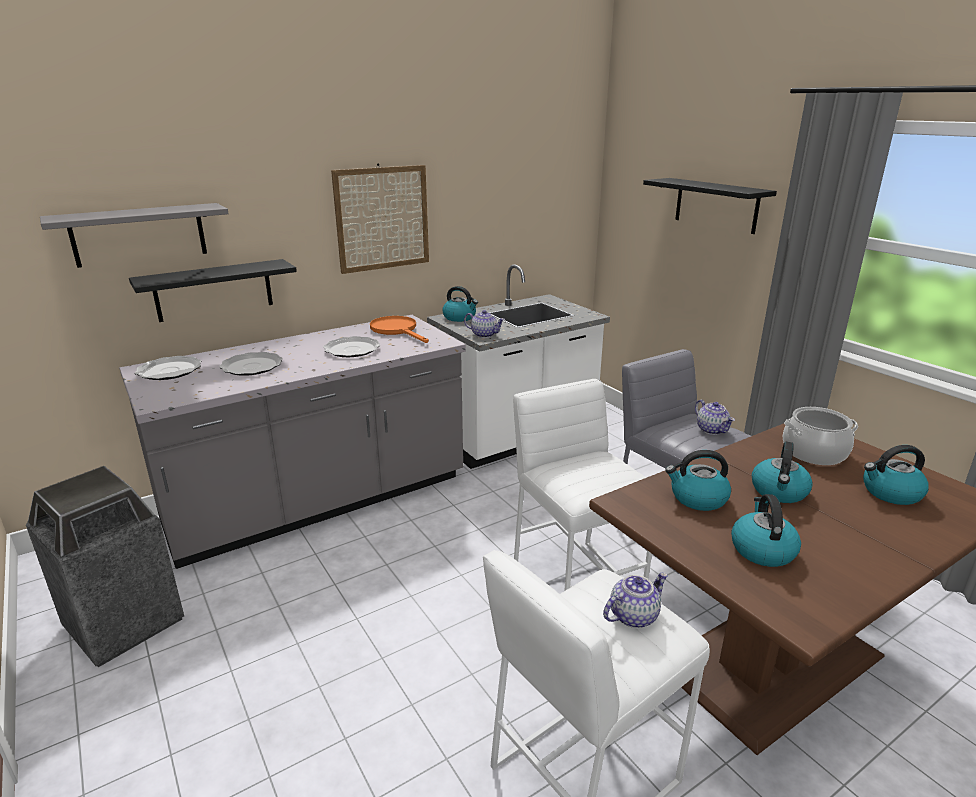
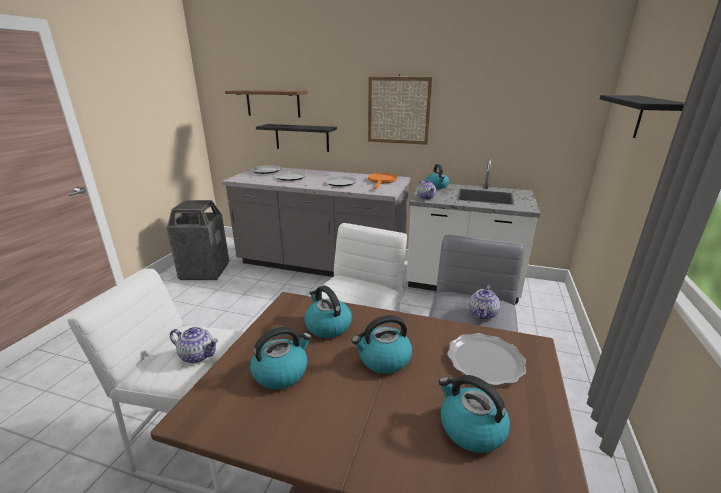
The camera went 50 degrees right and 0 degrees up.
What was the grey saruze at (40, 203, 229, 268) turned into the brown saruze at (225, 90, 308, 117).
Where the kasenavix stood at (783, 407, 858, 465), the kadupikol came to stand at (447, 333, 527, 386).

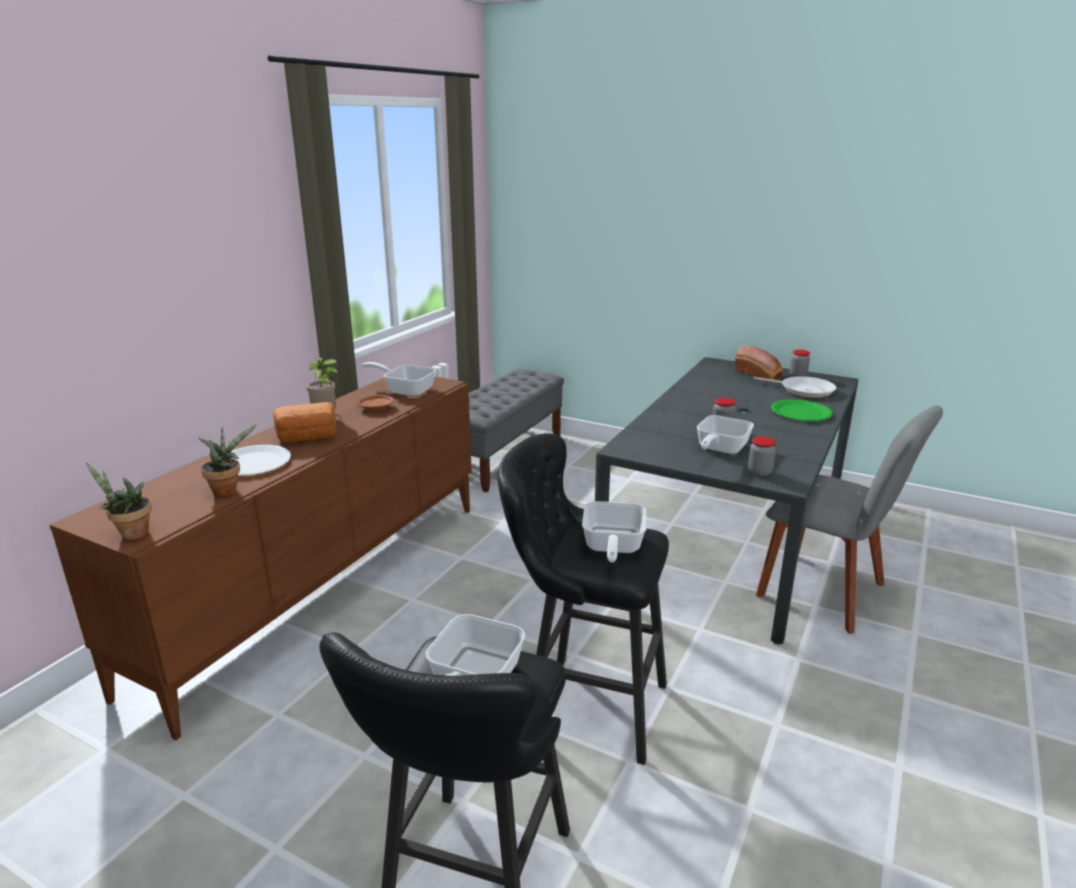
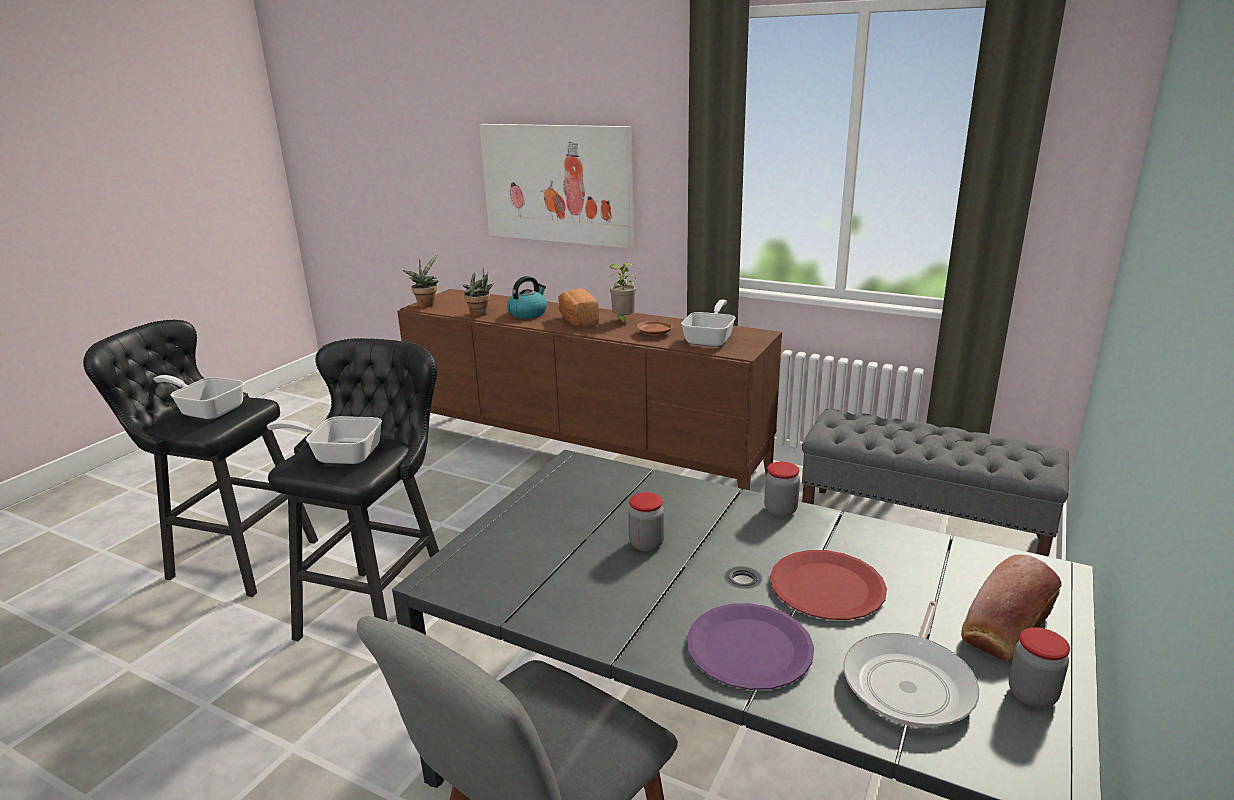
The camera went 90 degrees right and 0 degrees up.
What was the green kadupikol at (771, 400, 833, 421) turned into the purple kadupikol at (687, 603, 814, 690).
The second view lost the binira at (697, 415, 754, 454).
The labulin ended up elsewhere, having gone from (748, 436, 776, 476) to (764, 462, 800, 517).
Where the white kadupikol stood at (230, 445, 291, 476), the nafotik came to stand at (507, 276, 547, 319).
The second view gained the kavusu at (479, 124, 634, 248).
The second view gained the red kadupikol at (770, 550, 887, 620).

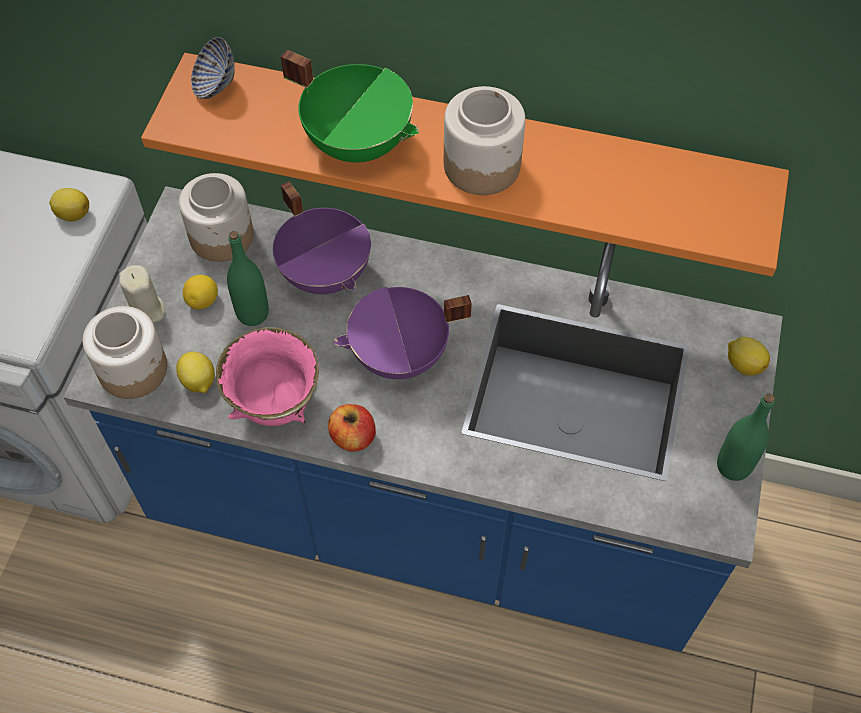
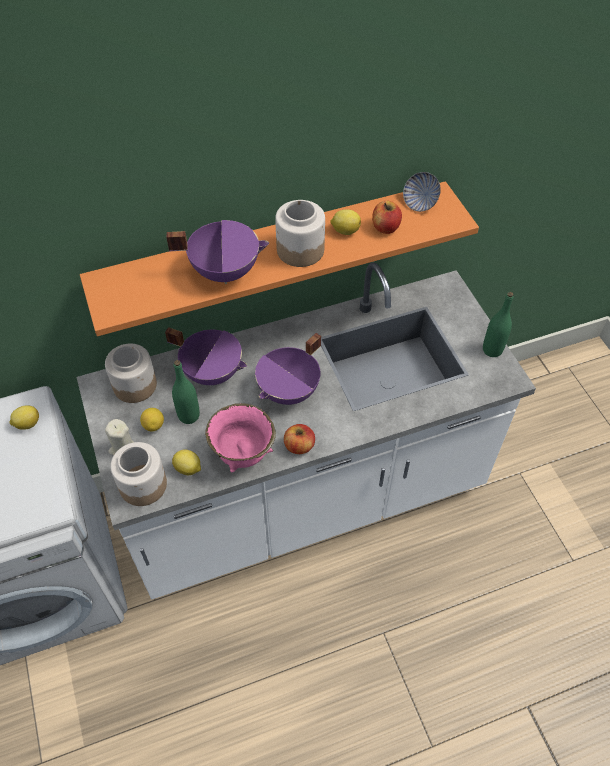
The camera went 35 degrees left and 5 degrees down.
The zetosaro ended up elsewhere, having gone from (191, 37, 235, 99) to (403, 172, 441, 212).
What was the green kasenavix at (281, 49, 419, 162) turned into the purple kasenavix at (166, 220, 269, 284).
What was the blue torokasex at (63, 186, 783, 652) turned into the white torokasex at (77, 262, 536, 599).
The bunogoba ended up elsewhere, having gone from (728, 337, 770, 376) to (330, 209, 361, 235).
The second view gained the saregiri at (372, 201, 402, 234).

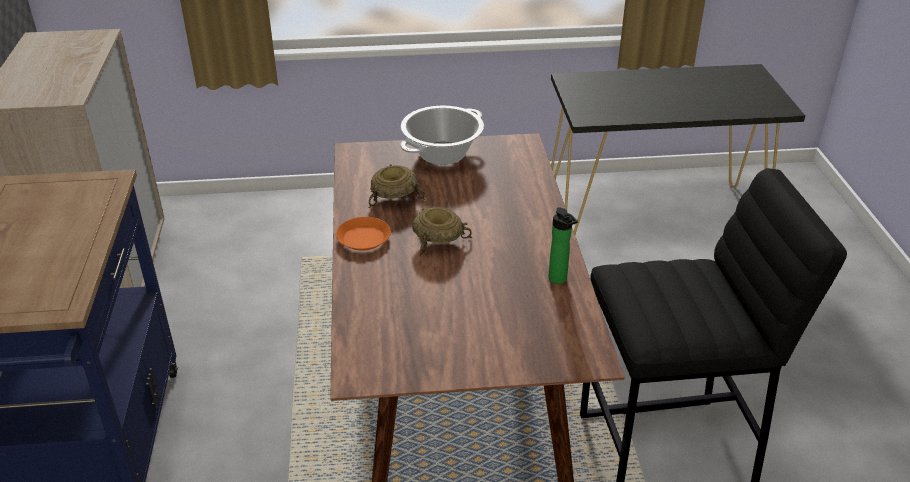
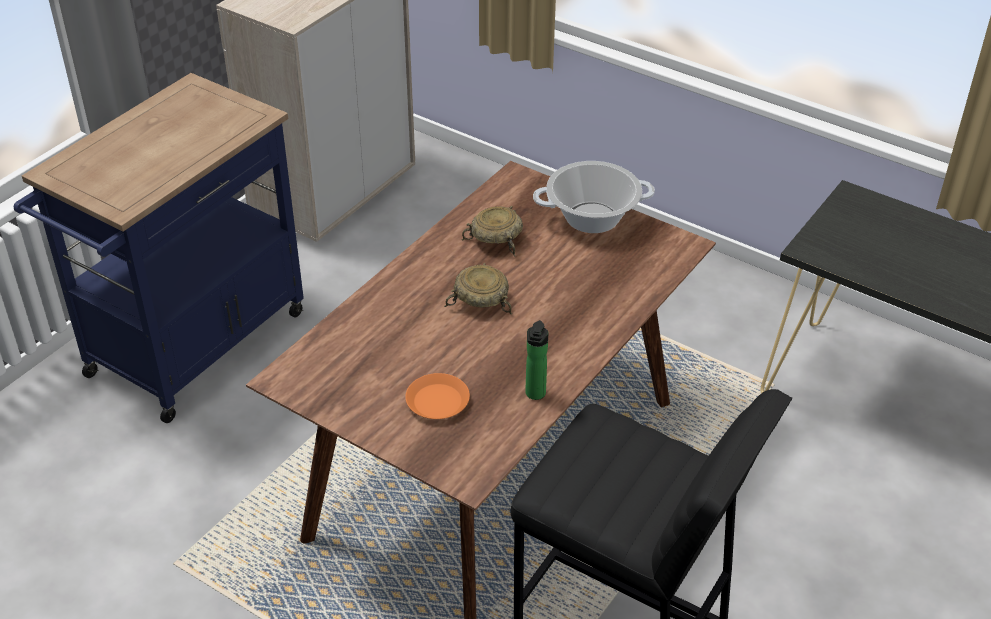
The camera went 40 degrees right and 5 degrees up.
The orange kadupikol ended up elsewhere, having gone from (336, 217, 391, 251) to (405, 373, 470, 419).

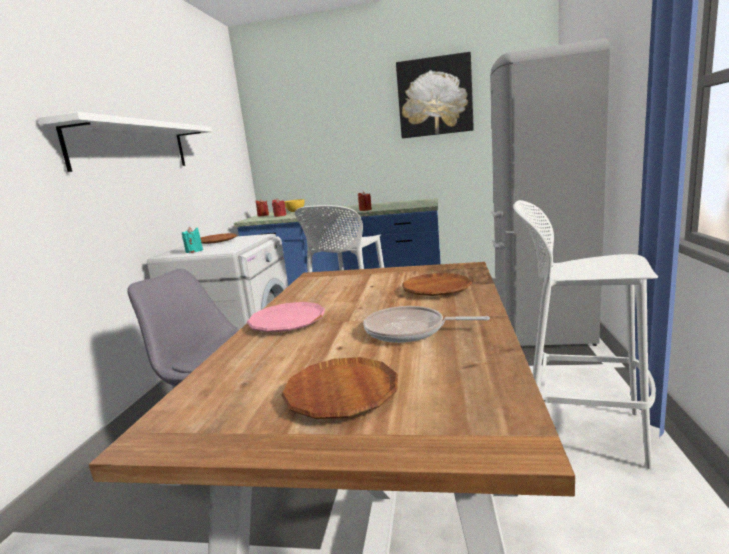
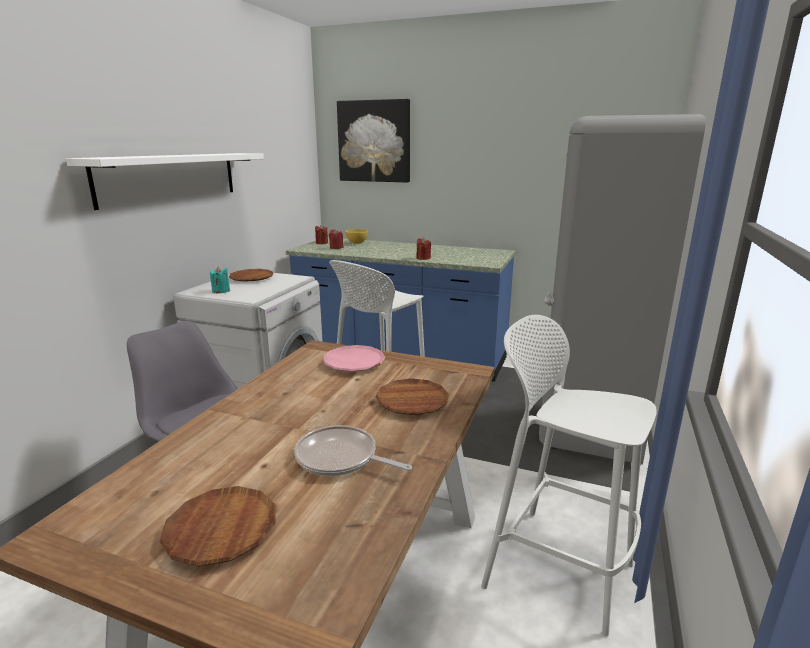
The camera went 10 degrees right and 5 degrees up.
The kavusu ended up elsewhere, having gone from (396, 52, 474, 138) to (337, 99, 410, 183).
The pink kadupikol ended up elsewhere, having gone from (247, 302, 325, 332) to (323, 345, 385, 372).

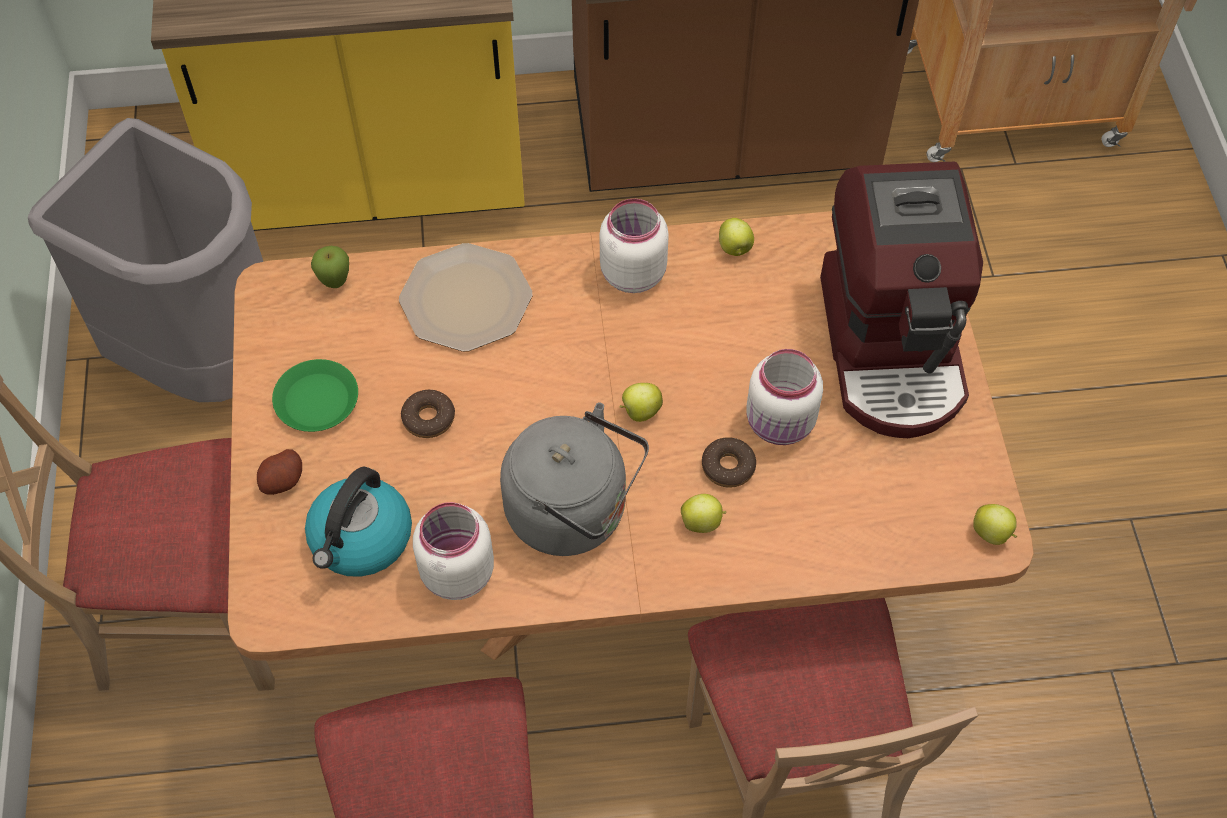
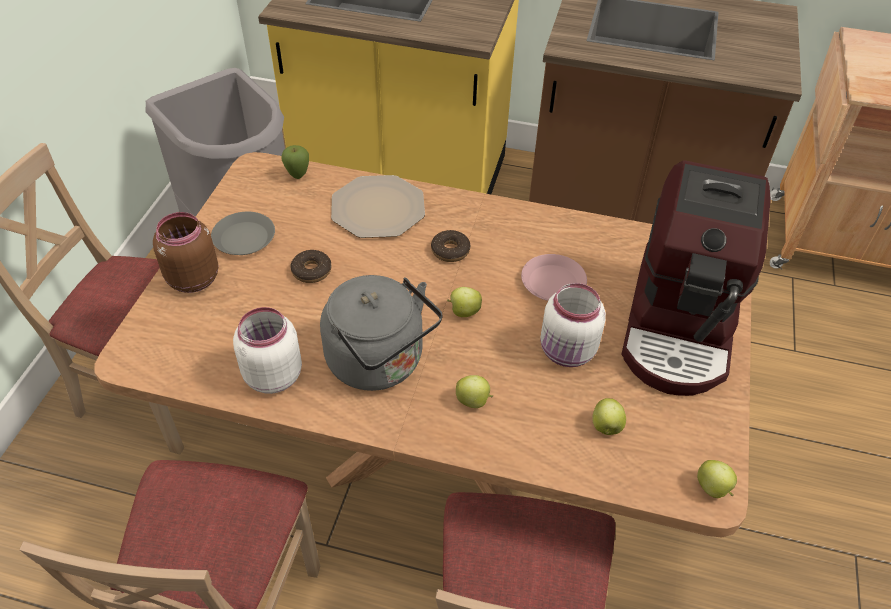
The camera went 20 degrees right and 10 degrees down.
The second view lost the white labulin at (600, 199, 669, 293).
The saregiri ended up elsewhere, having gone from (719, 218, 754, 256) to (592, 398, 626, 435).
What was the green kadupikol at (272, 359, 358, 432) turned into the grey kadupikol at (211, 212, 275, 255).
The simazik ended up elsewhere, having gone from (702, 437, 756, 487) to (431, 230, 470, 262).
Where the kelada stood at (257, 449, 302, 495), the brown labulin came to stand at (153, 212, 219, 293).
The second view lost the nafotik at (305, 467, 412, 577).
The second view gained the pink kadupikol at (521, 254, 587, 301).

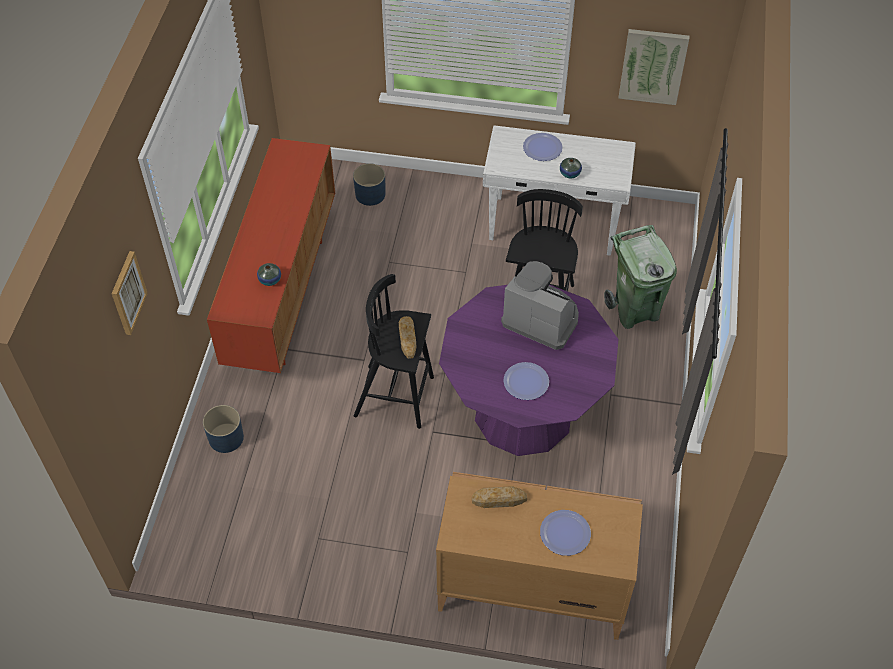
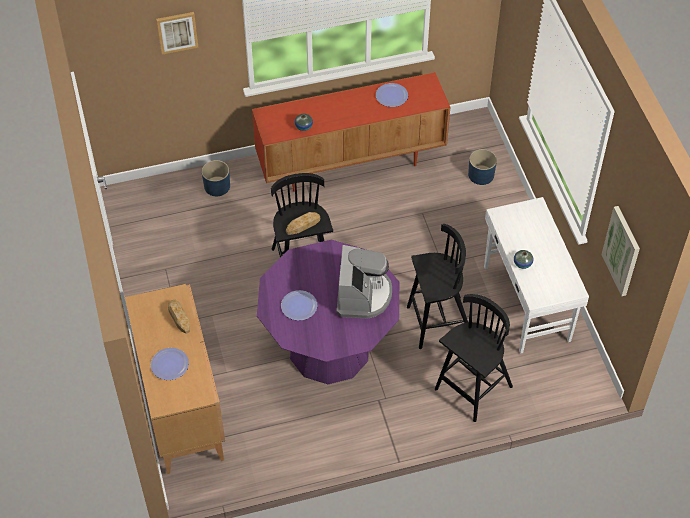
The camera went 65 degrees right and 0 degrees up.
The kadupikol ended up elsewhere, having gone from (523, 133, 563, 161) to (376, 83, 408, 107).
Where the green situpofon stood at (604, 225, 677, 329), the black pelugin came to stand at (435, 294, 513, 422).

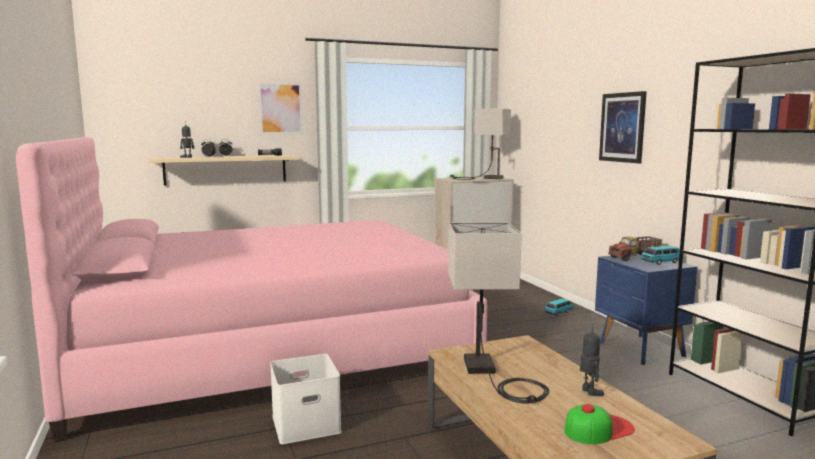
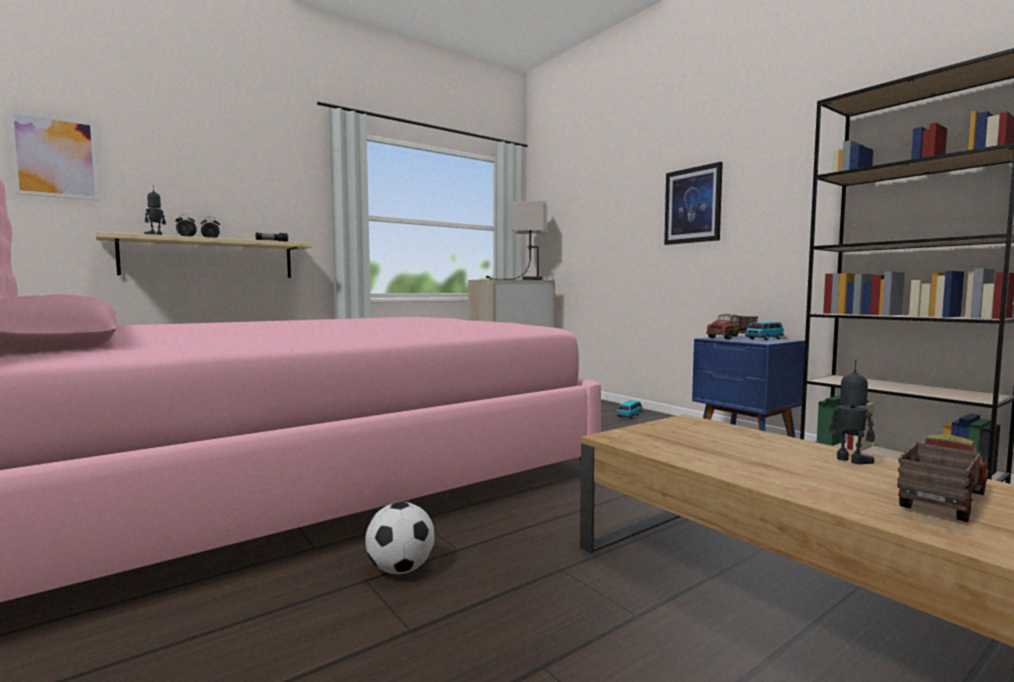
The camera went 15 degrees left and 5 degrees down.
The kavusu ended up elsewhere, having gone from (258, 82, 303, 135) to (8, 110, 100, 201).
The second view lost the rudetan at (448, 222, 550, 404).
Where the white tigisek stood at (270, 354, 342, 444), the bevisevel came to stand at (366, 502, 435, 574).
Where the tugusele stood at (564, 404, 635, 444), the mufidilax came to stand at (897, 434, 989, 522).

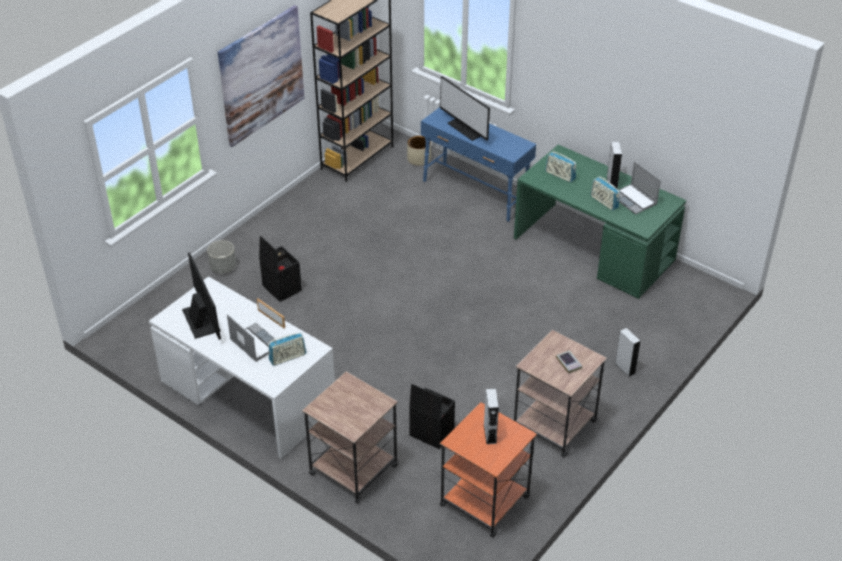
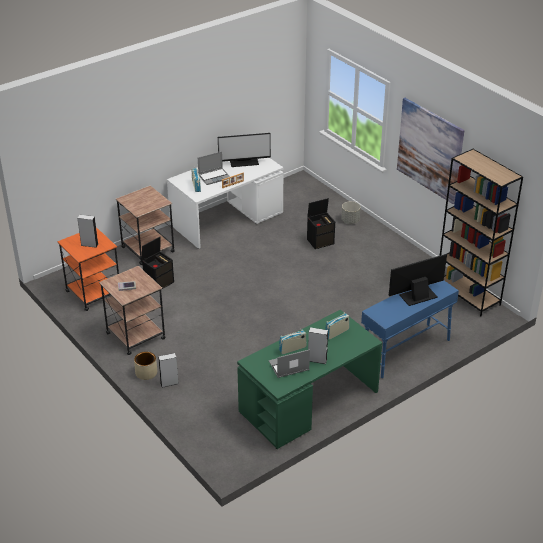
The camera went 105 degrees right and 5 degrees down.
The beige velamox ended up elsewhere, having gone from (407, 136, 431, 166) to (134, 351, 157, 380).

